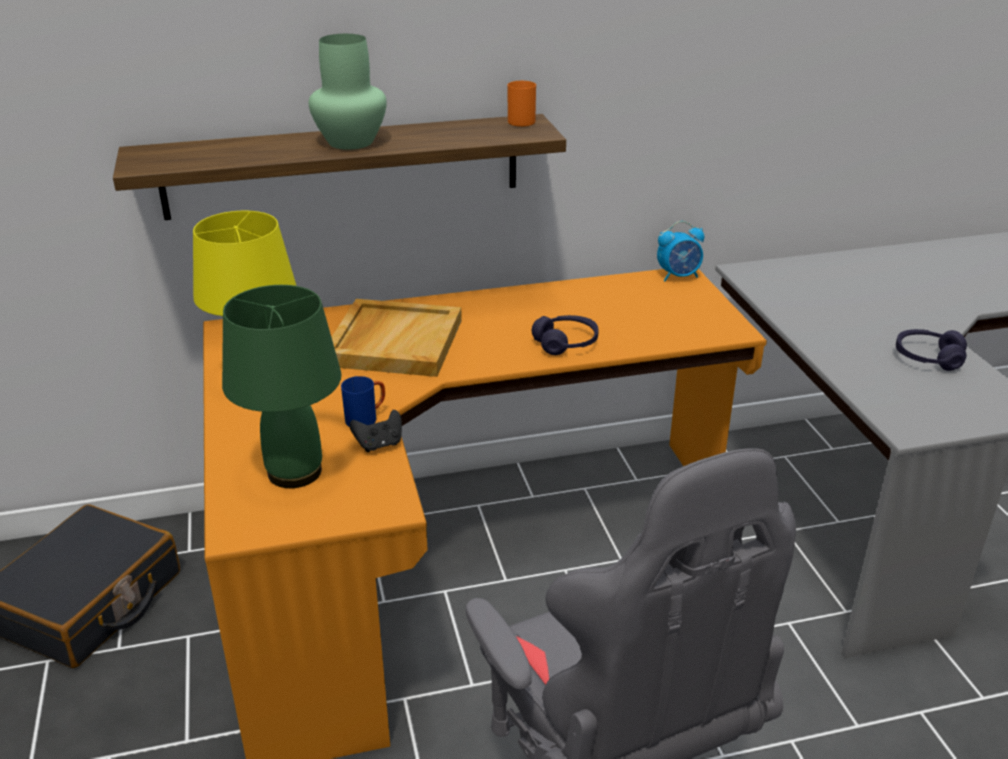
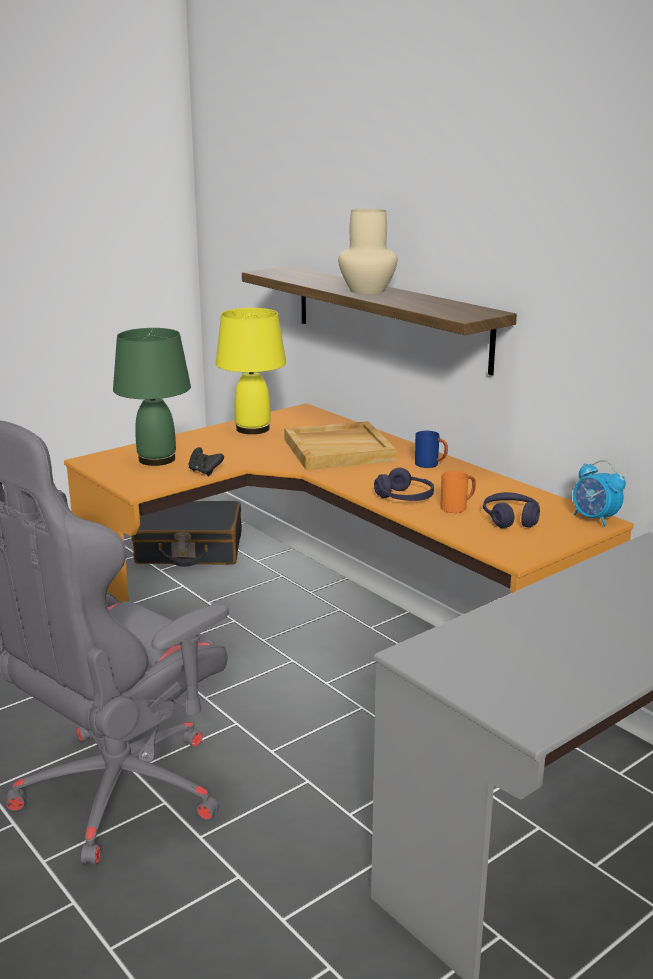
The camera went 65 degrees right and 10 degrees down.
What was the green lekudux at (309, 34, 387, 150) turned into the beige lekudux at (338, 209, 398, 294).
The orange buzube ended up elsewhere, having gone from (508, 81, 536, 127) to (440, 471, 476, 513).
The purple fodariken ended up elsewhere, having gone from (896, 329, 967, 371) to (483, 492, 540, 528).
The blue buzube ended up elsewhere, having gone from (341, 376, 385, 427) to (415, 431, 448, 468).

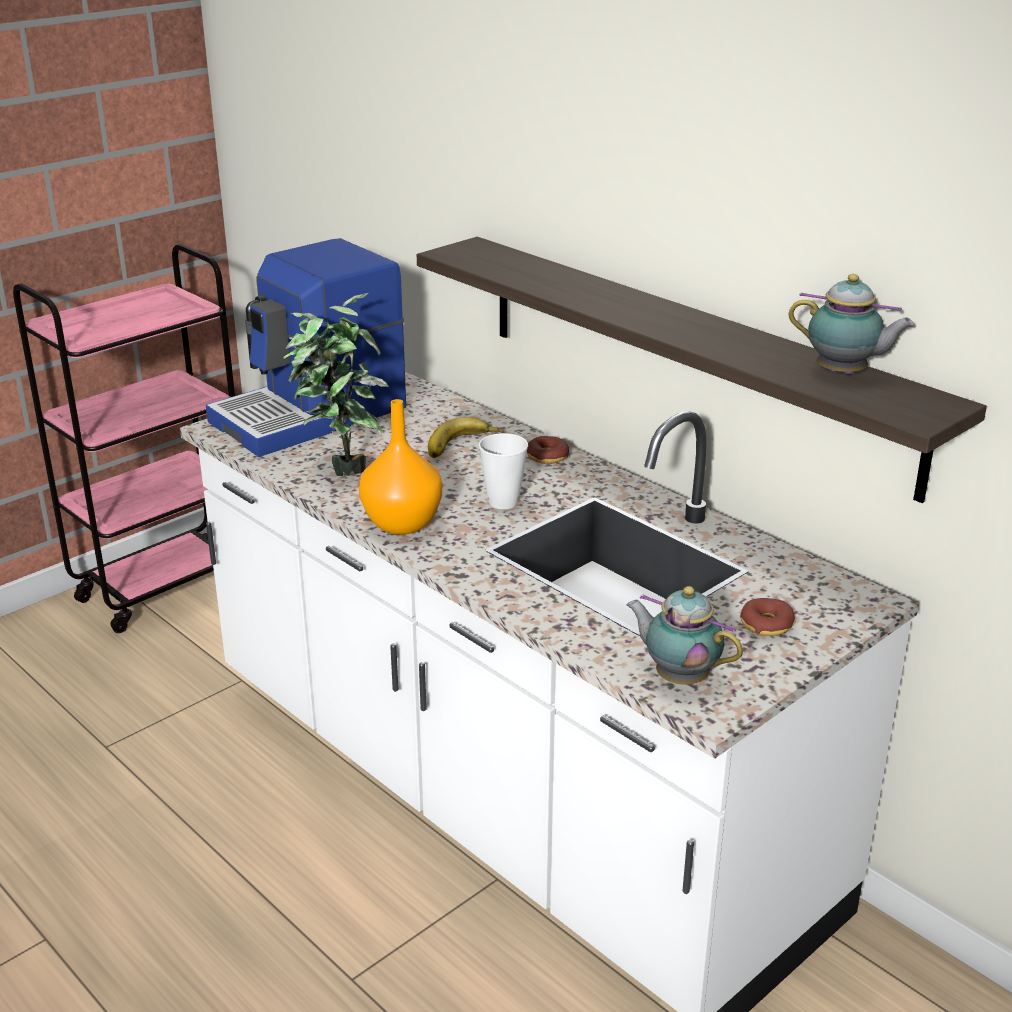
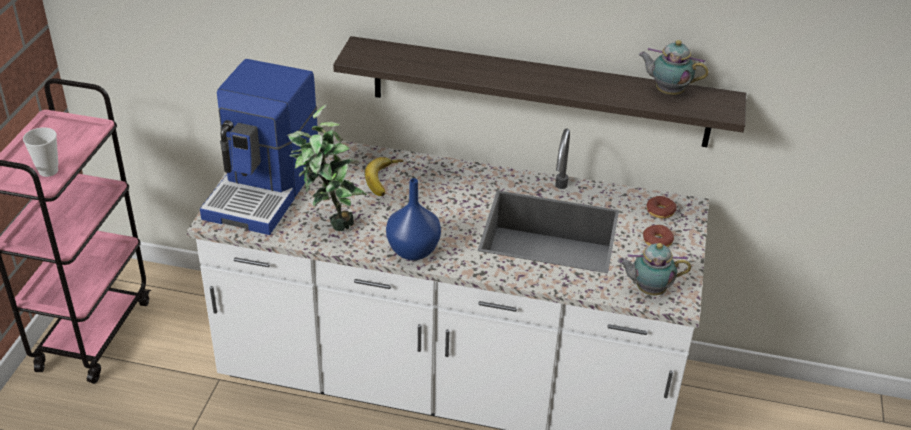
The camera went 35 degrees left and 10 degrees up.
The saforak at (789, 274, 915, 375) ended up facing another way, 150 degrees counterclockwise from before.
What was the orange lekudux at (359, 399, 442, 535) turned into the blue lekudux at (386, 178, 441, 261).
The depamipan ended up elsewhere, having gone from (479, 433, 528, 509) to (23, 127, 58, 177).
The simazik ended up elsewhere, having gone from (527, 436, 569, 464) to (647, 196, 677, 218).

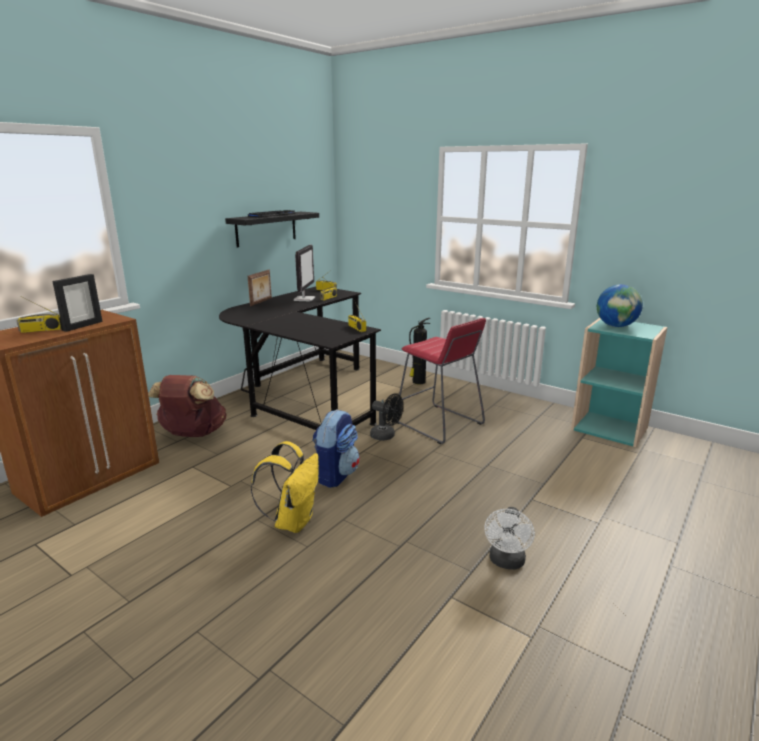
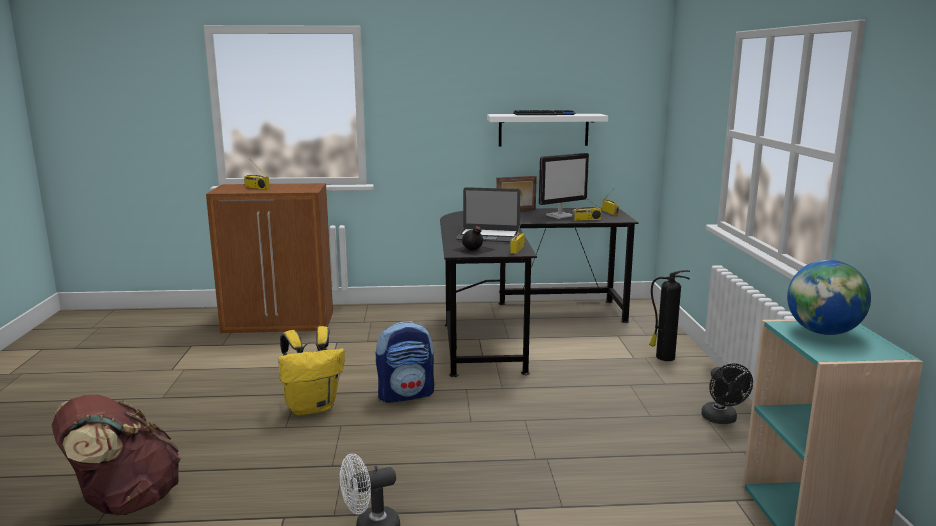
The camera went 50 degrees right and 5 degrees down.
What was the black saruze at (225, 212, 319, 248) turned into the white saruze at (487, 114, 608, 146).
The second view lost the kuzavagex at (52, 274, 103, 332).
The second view lost the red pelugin at (396, 318, 486, 444).
The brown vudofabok ended up elsewhere, having gone from (148, 375, 227, 437) to (52, 395, 181, 515).
The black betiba ended up elsewhere, having gone from (370, 394, 403, 441) to (701, 363, 753, 424).
The second view gained the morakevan at (456, 187, 520, 242).
The second view gained the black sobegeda at (453, 226, 496, 256).

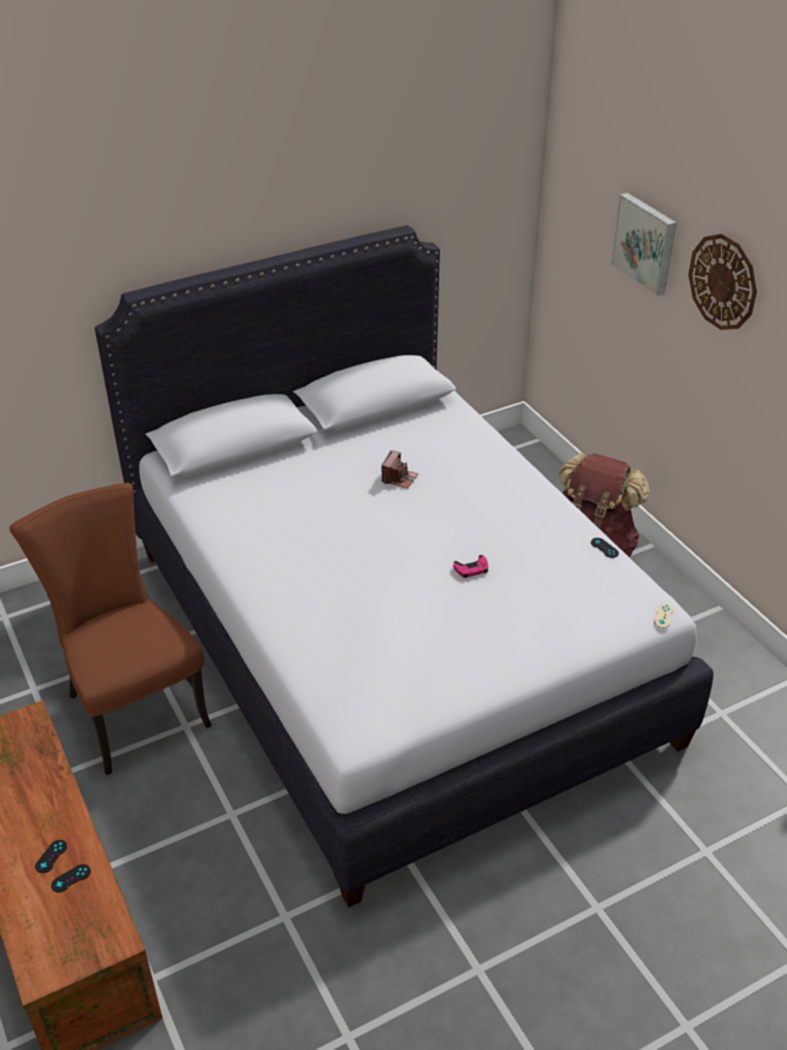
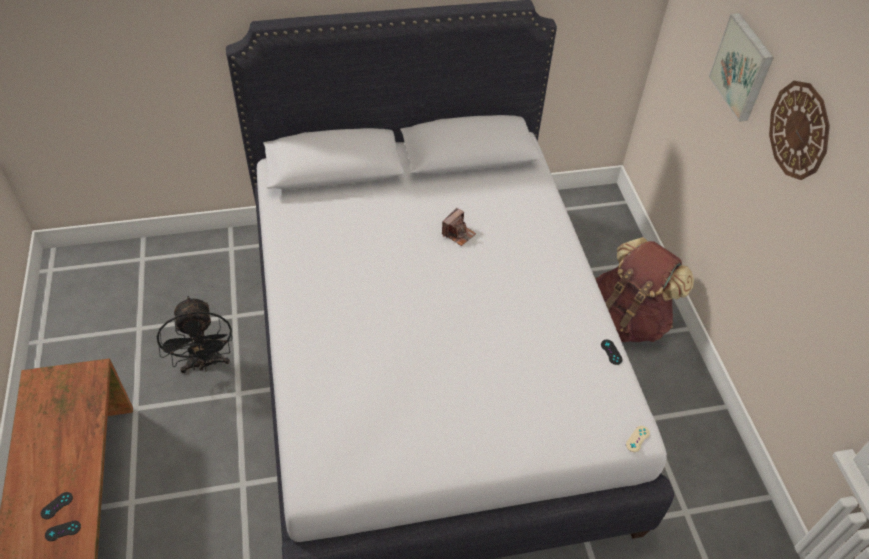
The camera went 15 degrees right and 10 degrees up.
Where the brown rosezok stood at (10, 483, 212, 776), the black betiba came to stand at (157, 296, 232, 373).
The second view lost the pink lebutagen at (453, 555, 488, 578).

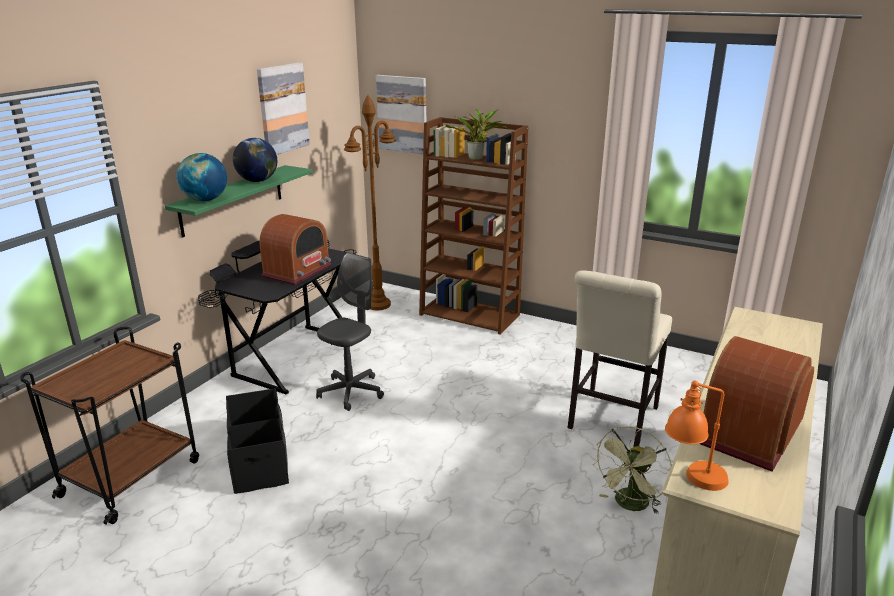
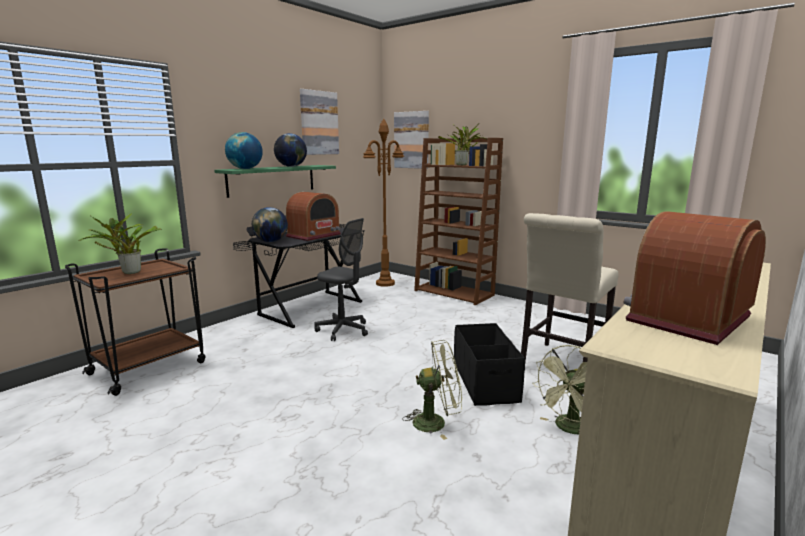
The camera went 10 degrees right and 10 degrees down.
The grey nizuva at (316, 253, 384, 411) ended up facing another way, 75 degrees clockwise from before.
The second view lost the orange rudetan at (665, 381, 729, 491).
The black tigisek ended up elsewhere, having gone from (226, 388, 289, 494) to (454, 323, 525, 406).
The second view gained the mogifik at (252, 207, 288, 242).
The second view gained the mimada at (79, 213, 161, 274).
The second view gained the green betiba at (402, 340, 462, 440).

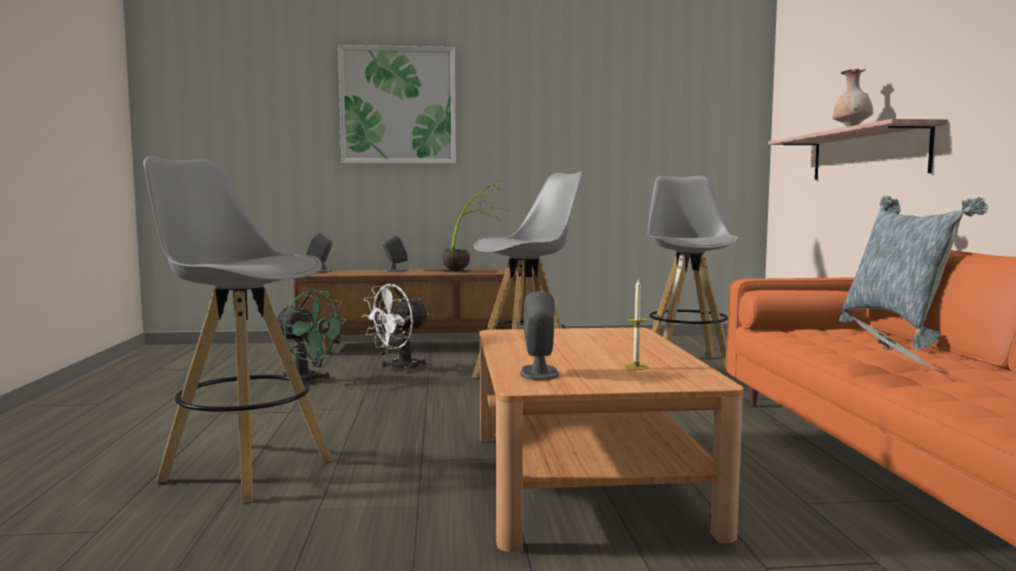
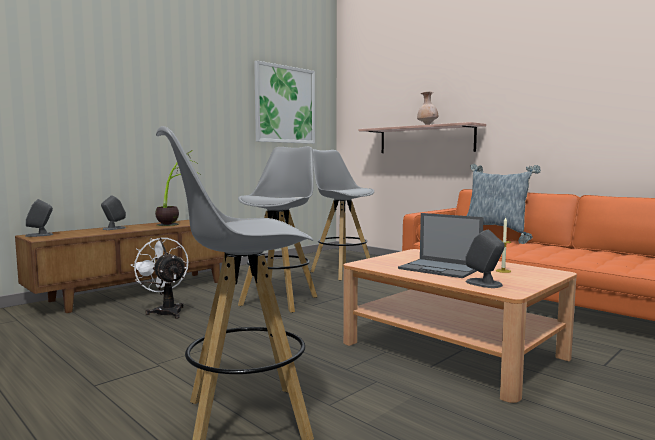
The camera went 40 degrees left and 0 degrees up.
The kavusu ended up elsewhere, having gone from (338, 45, 456, 164) to (254, 61, 315, 144).
The white betiba at (362, 284, 429, 374) ended up facing another way, 135 degrees clockwise from before.
The second view lost the green betiba at (277, 290, 347, 388).
The second view lost the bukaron at (840, 312, 947, 374).
The second view gained the morakevan at (398, 213, 484, 278).

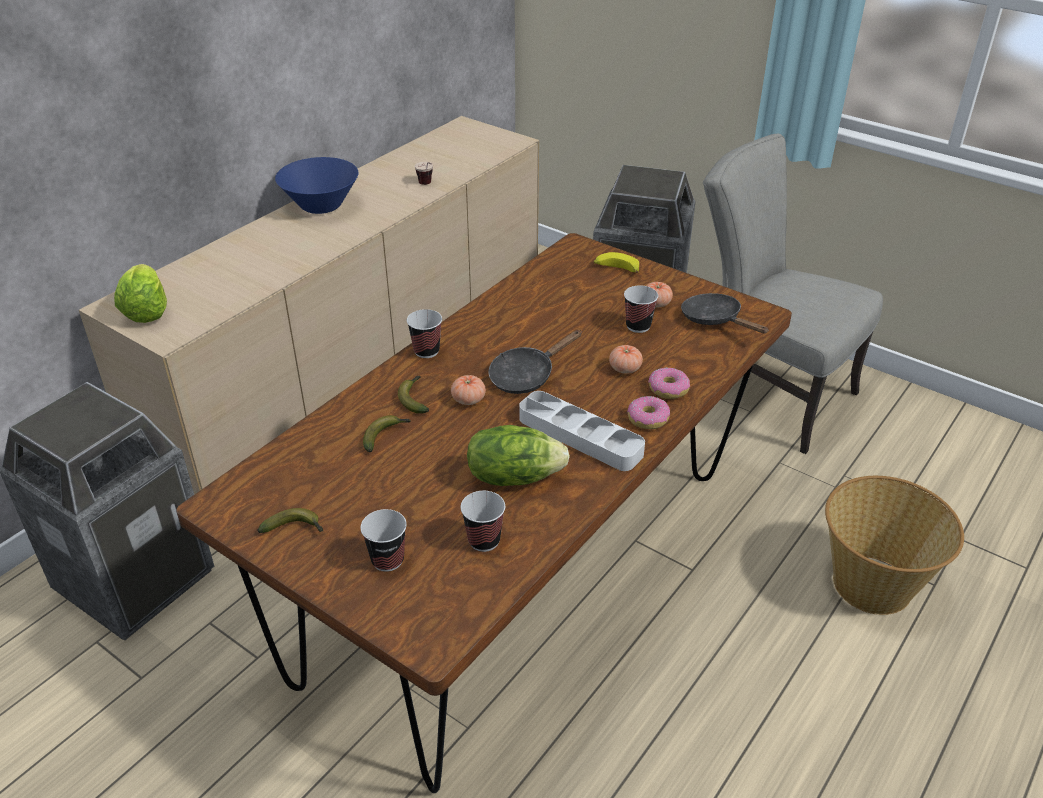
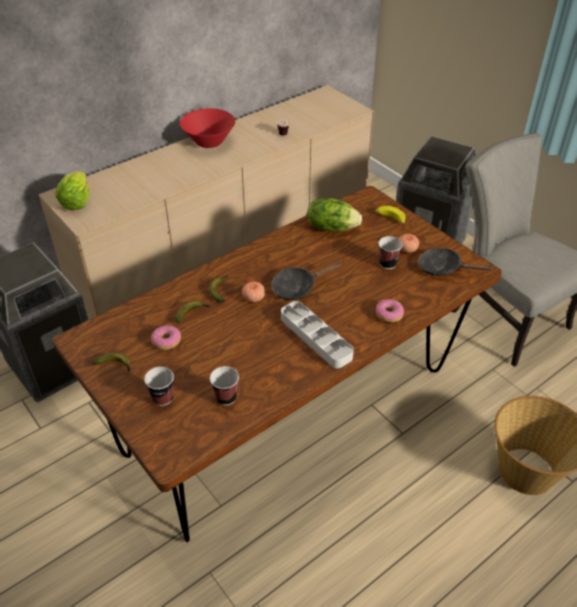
The camera went 15 degrees right and 5 degrees up.
What was the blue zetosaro at (275, 157, 359, 214) turned into the red zetosaro at (180, 108, 235, 148).
The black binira at (681, 293, 768, 333) ended up facing another way, 45 degrees counterclockwise from before.
The second view lost the depamipan at (407, 309, 442, 358).
The second view lost the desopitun at (609, 345, 643, 374).
The simazik ended up elsewhere, having gone from (627, 396, 670, 429) to (151, 325, 181, 350).
The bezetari ended up elsewhere, having gone from (467, 425, 570, 486) to (307, 198, 362, 232).

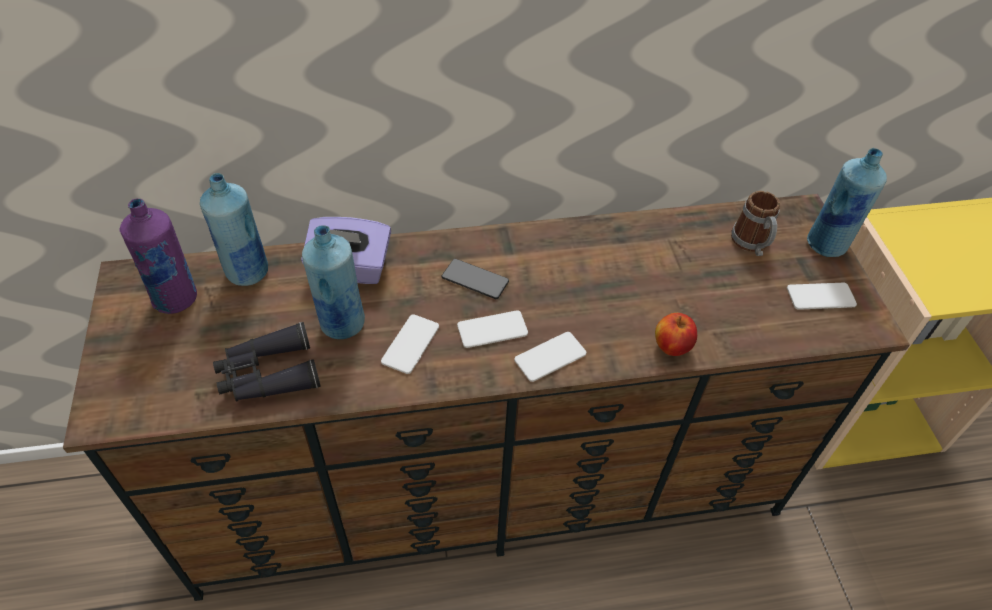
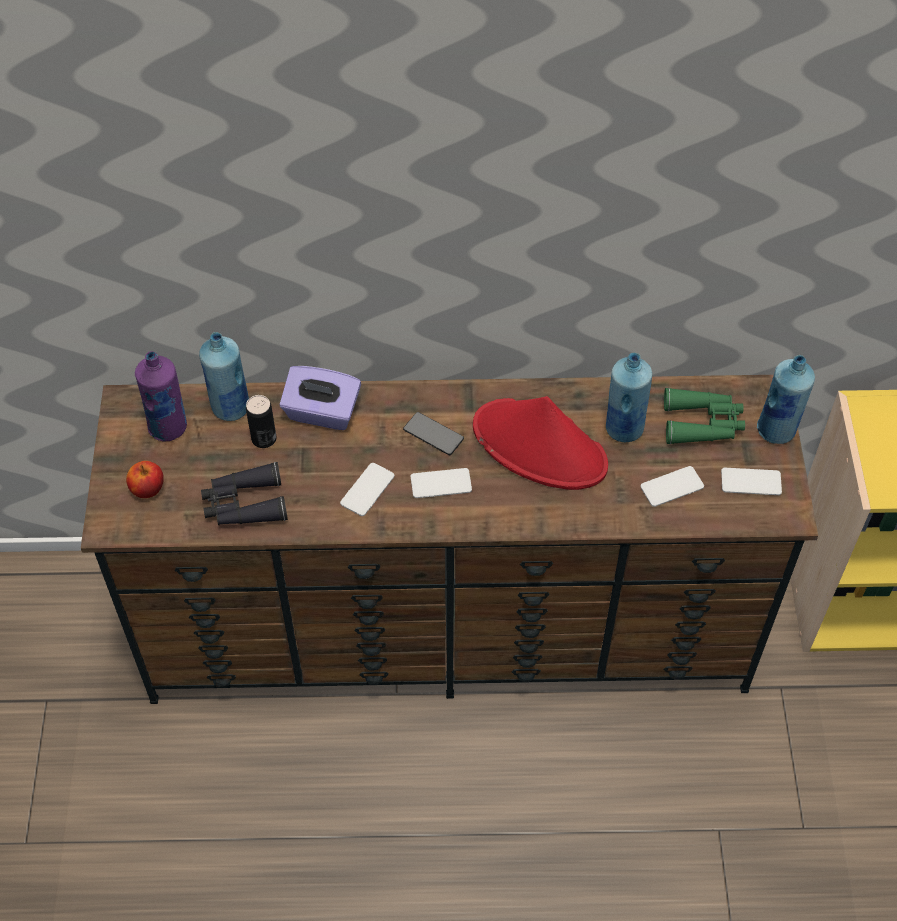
The camera went 10 degrees right and 5 degrees up.
Where the buzube stood at (731, 191, 780, 256), the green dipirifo came to stand at (664, 388, 745, 444).
The blue sobegeda ended up elsewhere, having gone from (302, 225, 365, 339) to (606, 353, 652, 442).
The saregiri ended up elsewhere, having gone from (655, 313, 697, 356) to (126, 461, 164, 498).
The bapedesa ended up elsewhere, having gone from (514, 332, 586, 382) to (640, 466, 704, 507).
The second view gained the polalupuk at (246, 395, 277, 448).
The second view gained the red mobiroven at (473, 396, 608, 490).

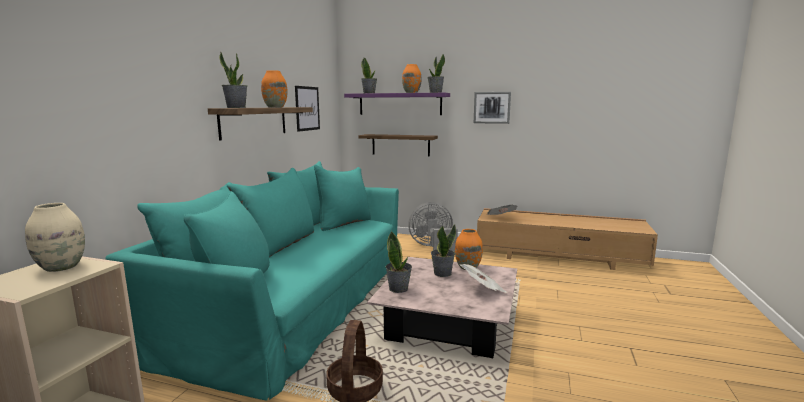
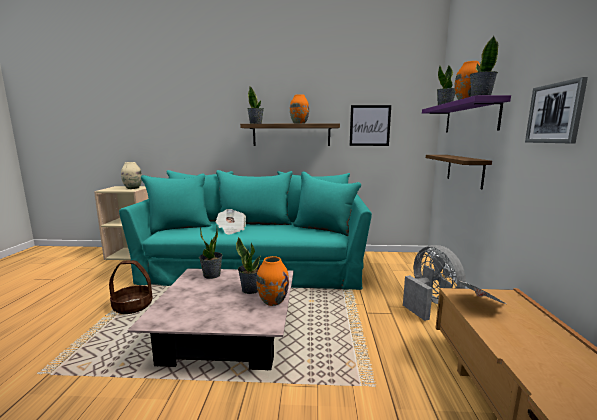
The camera went 75 degrees right and 0 degrees up.
The bukaron ended up elsewhere, having gone from (459, 264, 508, 293) to (215, 209, 246, 234).

